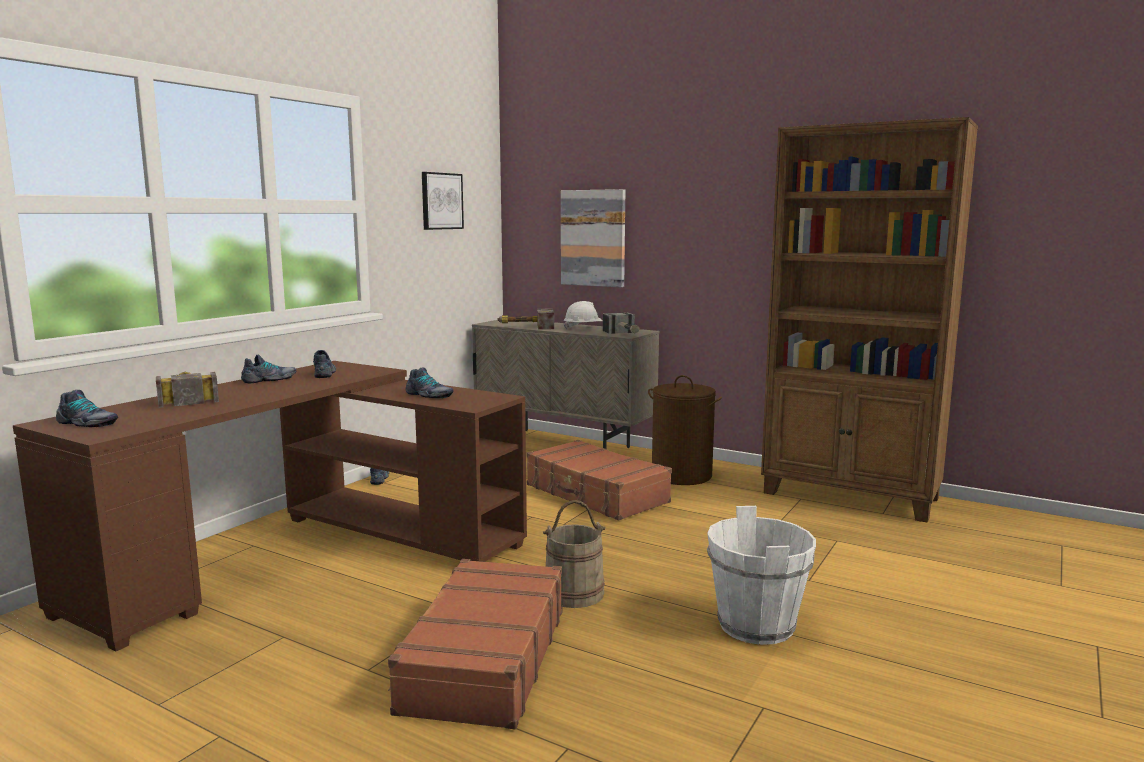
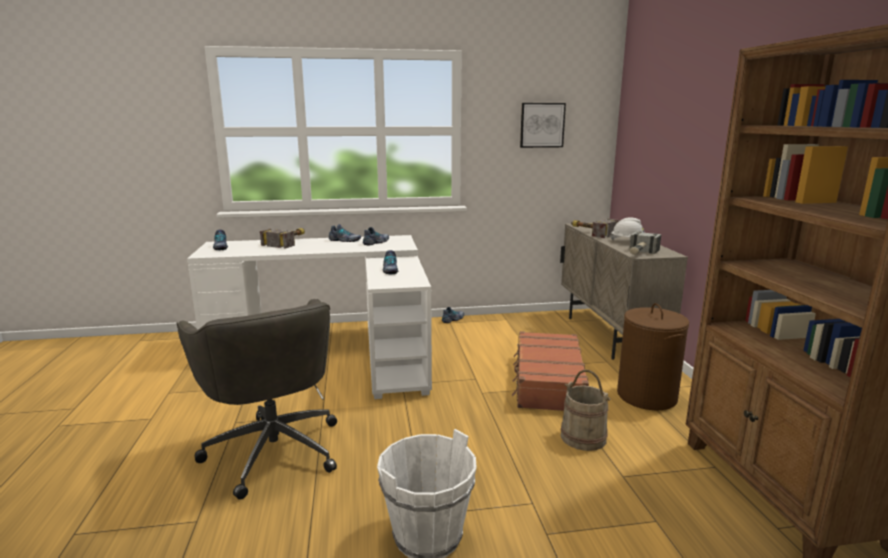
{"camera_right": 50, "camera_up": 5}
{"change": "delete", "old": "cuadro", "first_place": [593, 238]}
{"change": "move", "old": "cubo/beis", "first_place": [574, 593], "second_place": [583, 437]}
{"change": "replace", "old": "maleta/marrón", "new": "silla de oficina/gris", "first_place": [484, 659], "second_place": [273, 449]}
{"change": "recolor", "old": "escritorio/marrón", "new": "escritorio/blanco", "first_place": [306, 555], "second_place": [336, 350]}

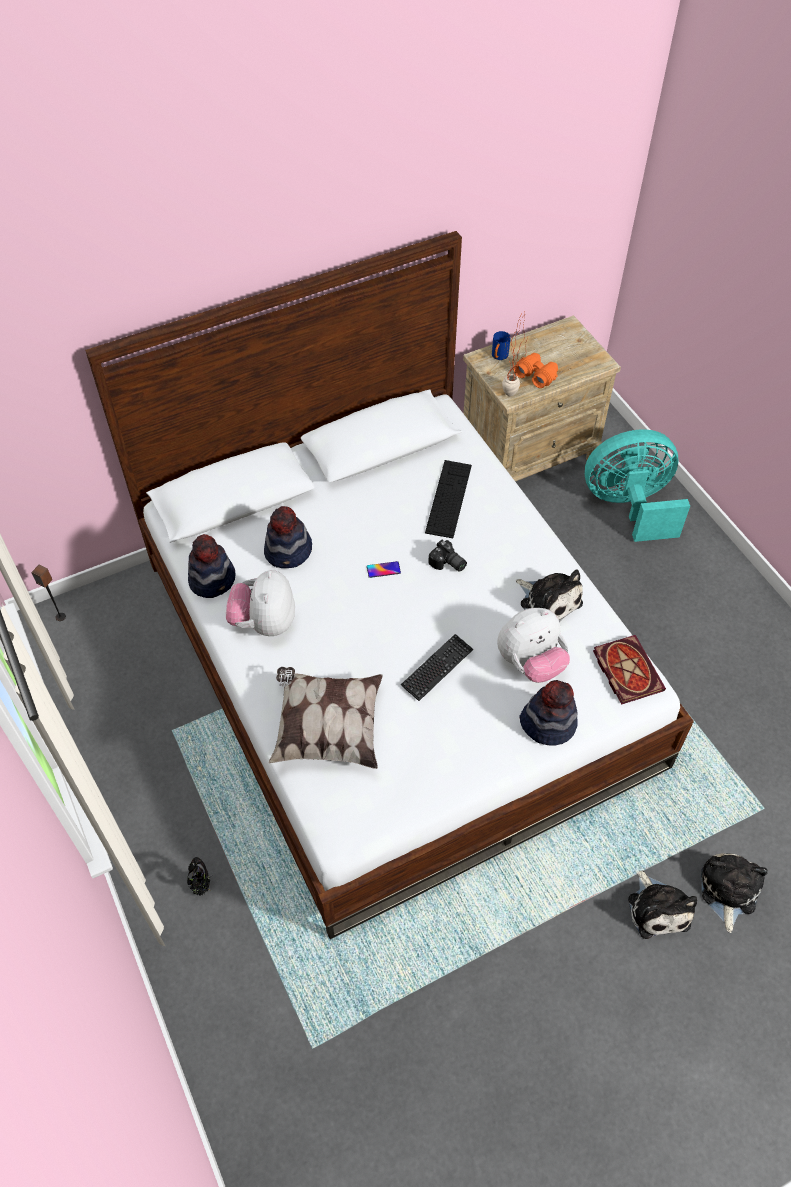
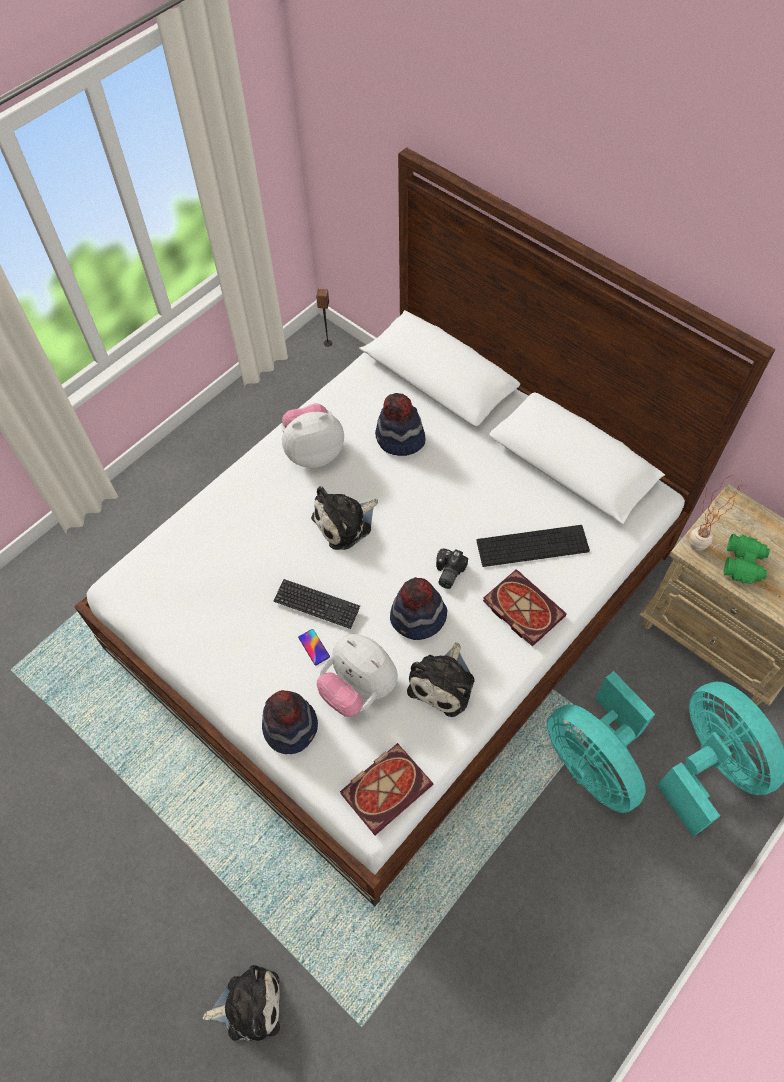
{"camera_right": 70, "camera_up": 5}
{"change": "delete", "old": "planta en maceta", "first_place": [202, 888]}
{"change": "delete", "old": "cojín", "first_place": [327, 728]}
{"change": "delete", "old": "taza grande/azul", "first_place": [498, 357]}
{"change": "insert", "new": "libro", "second_place": [521, 608]}
{"change": "insert", "new": "ventilador/turquesa", "second_place": [592, 762]}
{"change": "move", "old": "sombrero", "first_place": [213, 579], "second_place": [418, 618]}
{"change": "move", "old": "móvil", "first_place": [383, 569], "second_place": [314, 647]}
{"change": "move", "old": "peluche", "first_place": [657, 908], "second_place": [345, 522]}
{"change": "recolor", "old": "prismáticos/naranja", "new": "prismáticos/verde", "first_place": [536, 375], "second_place": [744, 563]}

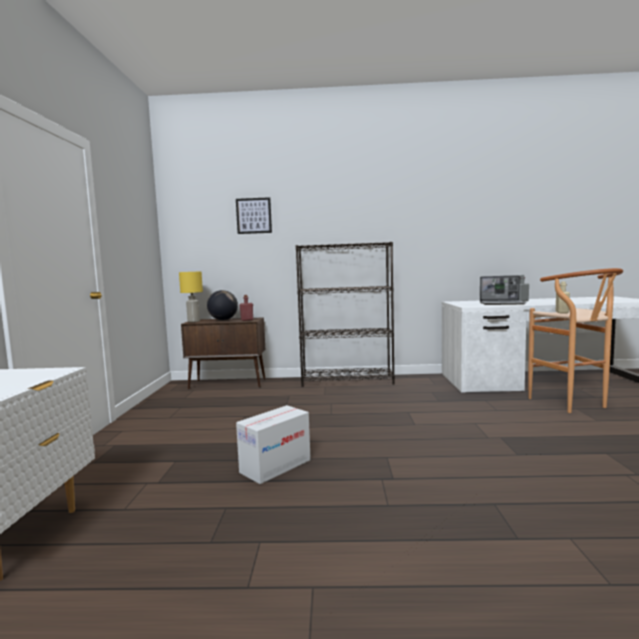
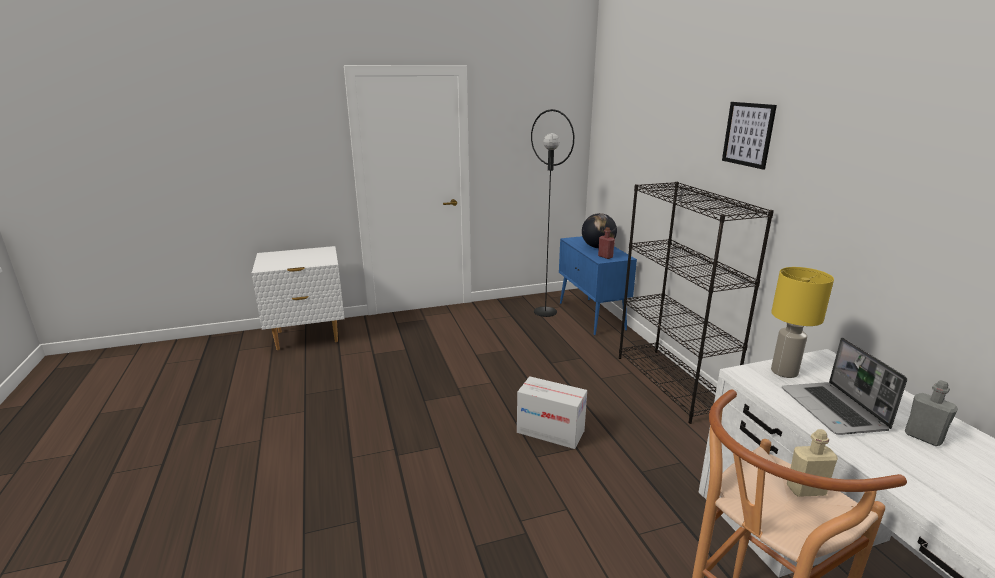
{"camera_right": 70, "camera_up": 15}
{"change": "insert", "new": "lámpara de pie/negro", "second_place": [545, 312]}
{"change": "move", "old": "lámpara de mesa/amarillo", "first_place": [194, 321], "second_place": [784, 372]}
{"change": "move", "old": "cuadro", "first_place": [254, 215], "second_place": [748, 134]}
{"change": "move", "old": "caja de cartón", "first_place": [275, 466], "second_place": [550, 432]}
{"change": "recolor", "old": "armario/marrón", "new": "armario/azul", "first_place": [228, 384], "second_place": [592, 316]}

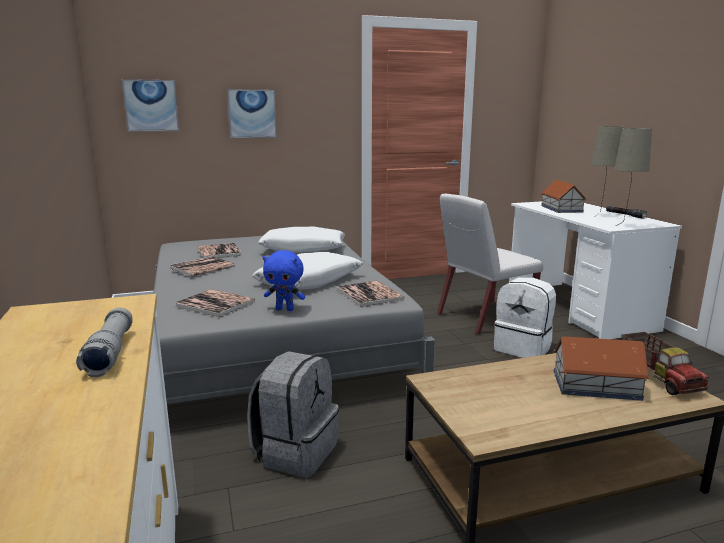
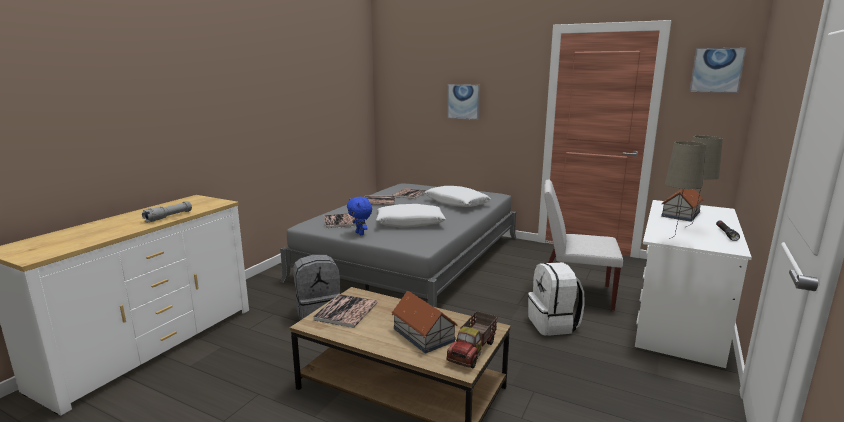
{"camera_right": 45, "camera_up": 0}
{"change": "move", "old": "cuadro", "first_place": [151, 105], "second_place": [716, 70]}
{"change": "move", "old": "libro", "first_place": [369, 295], "second_place": [346, 311]}

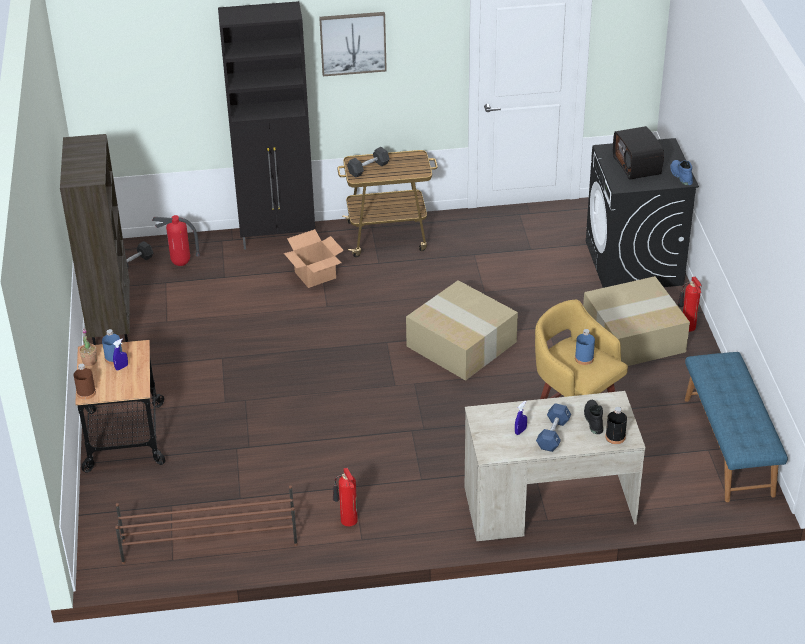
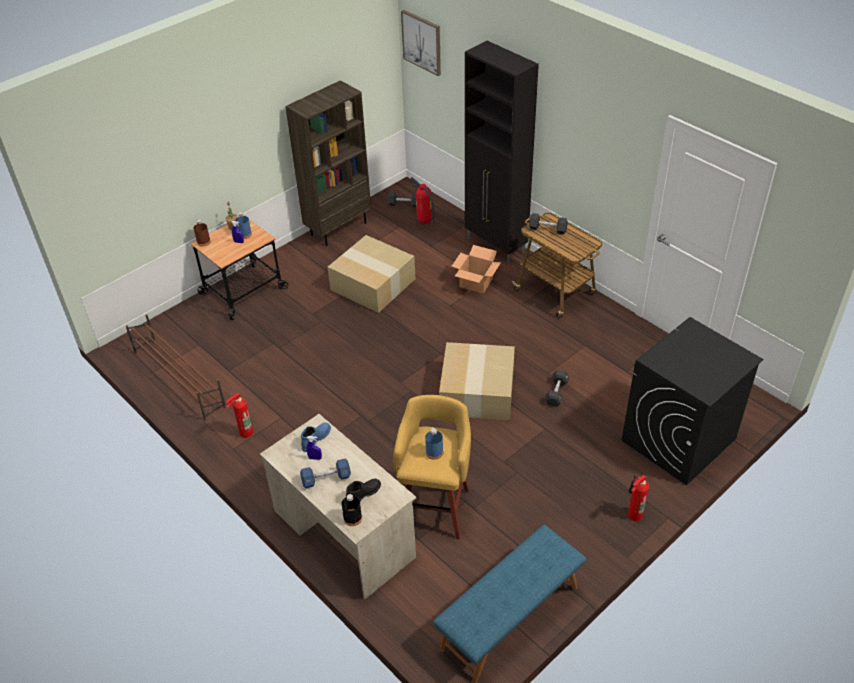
{"camera_right": 55, "camera_up": 5}
{"change": "delete", "old": "radio", "first_place": [638, 165]}
{"change": "insert", "new": "mancuerna/negro", "second_place": [556, 393]}
{"change": "move", "old": "cuadro", "first_place": [353, 43], "second_place": [422, 42]}
{"change": "move", "old": "caja de cartón", "first_place": [632, 337], "second_place": [371, 284]}
{"change": "move", "old": "bota/azul", "first_place": [680, 175], "second_place": [316, 438]}

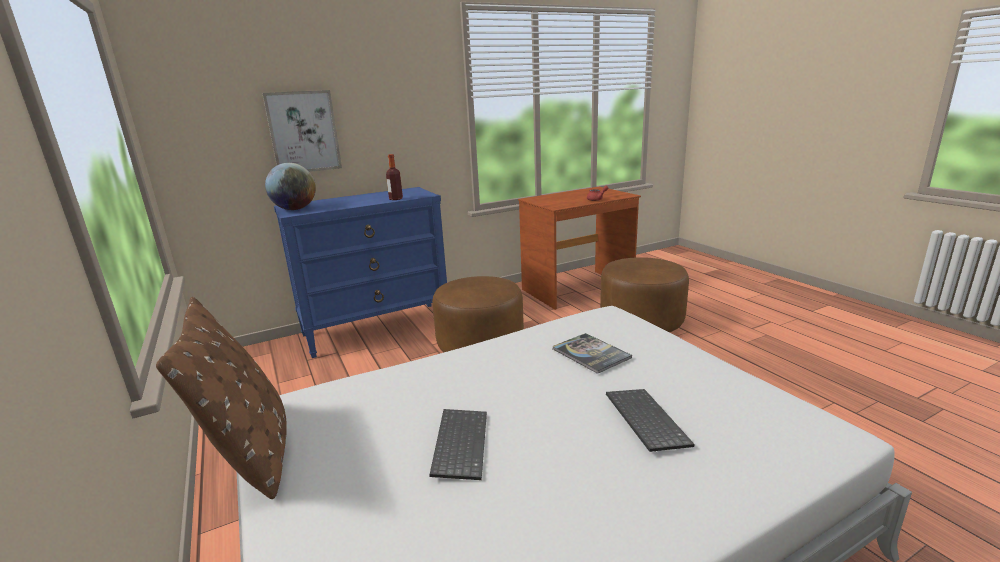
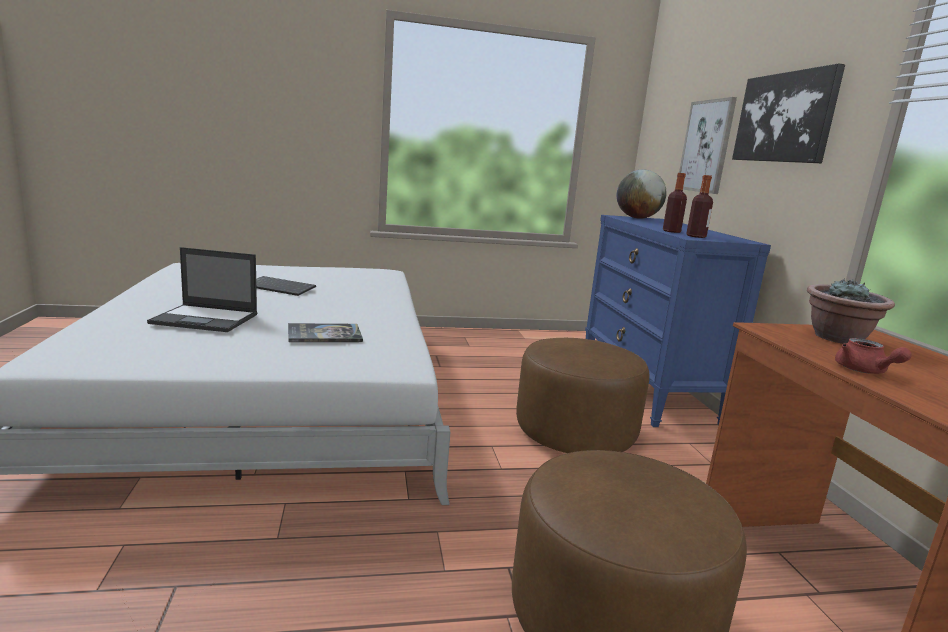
{"camera_right": 105, "camera_up": -5}
{"change": "delete", "old": "cojín/marrón", "first_place": [252, 452]}
{"change": "insert", "new": "botella", "second_place": [696, 236]}
{"change": "insert", "new": "cuadro", "second_place": [785, 118]}
{"change": "insert", "new": "planta en maceta", "second_place": [838, 338]}
{"change": "replace", "old": "teclado", "new": "portátil", "first_place": [644, 420], "second_place": [206, 319]}

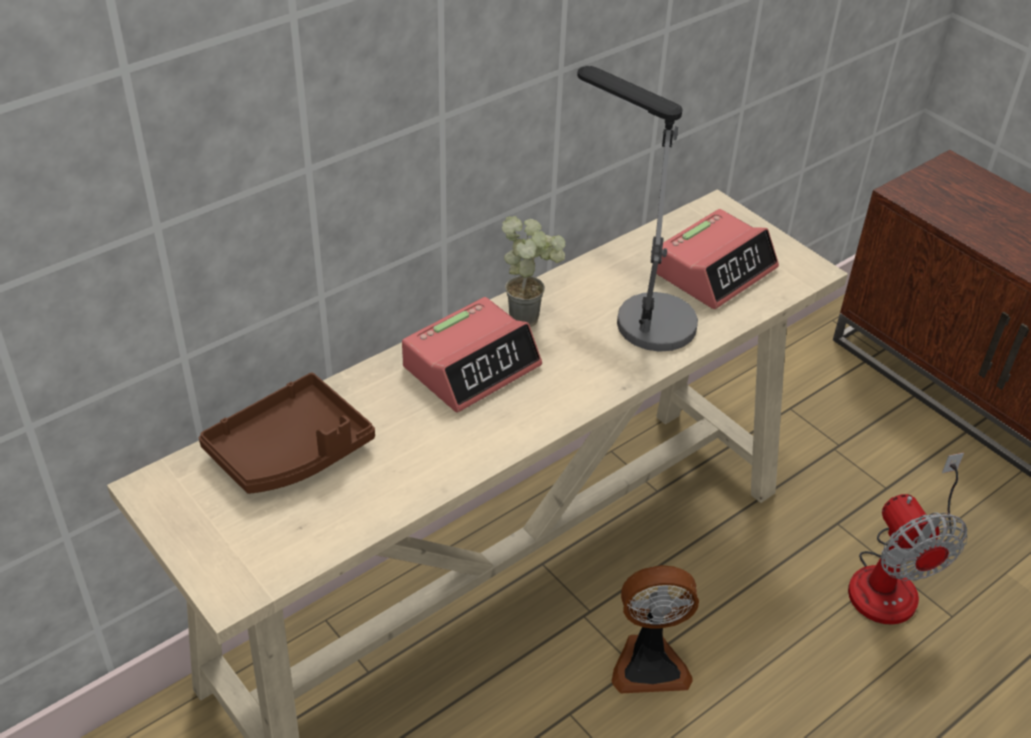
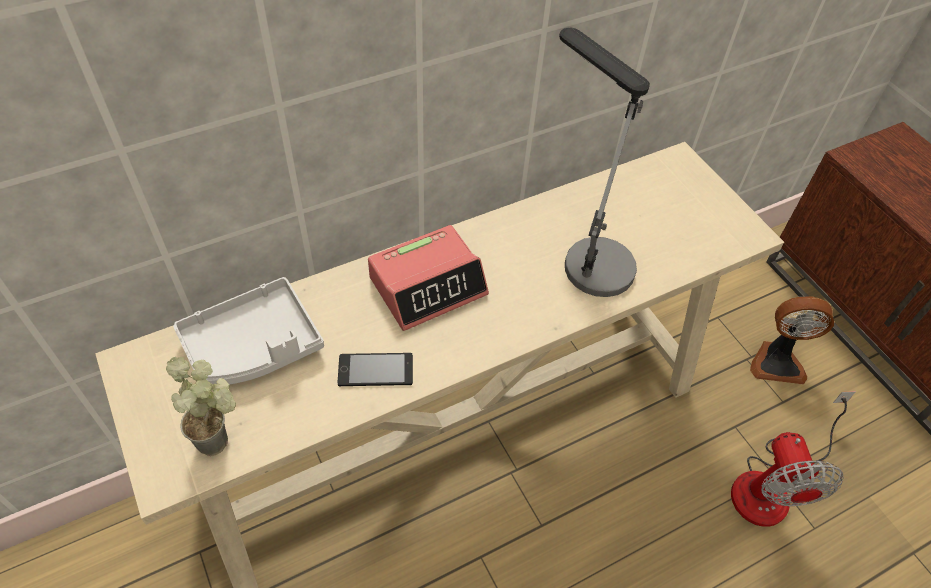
{"camera_right": 10, "camera_up": 10}
{"change": "delete", "old": "despertador", "first_place": [715, 270]}
{"change": "insert", "new": "móvil", "second_place": [375, 370]}
{"change": "move", "old": "planta en maceta", "first_place": [531, 315], "second_place": [222, 438]}
{"change": "move", "old": "ventilador", "first_place": [649, 663], "second_place": [777, 362]}
{"change": "recolor", "old": "bandeja/marrón", "new": "bandeja/gris", "first_place": [291, 451], "second_place": [253, 346]}

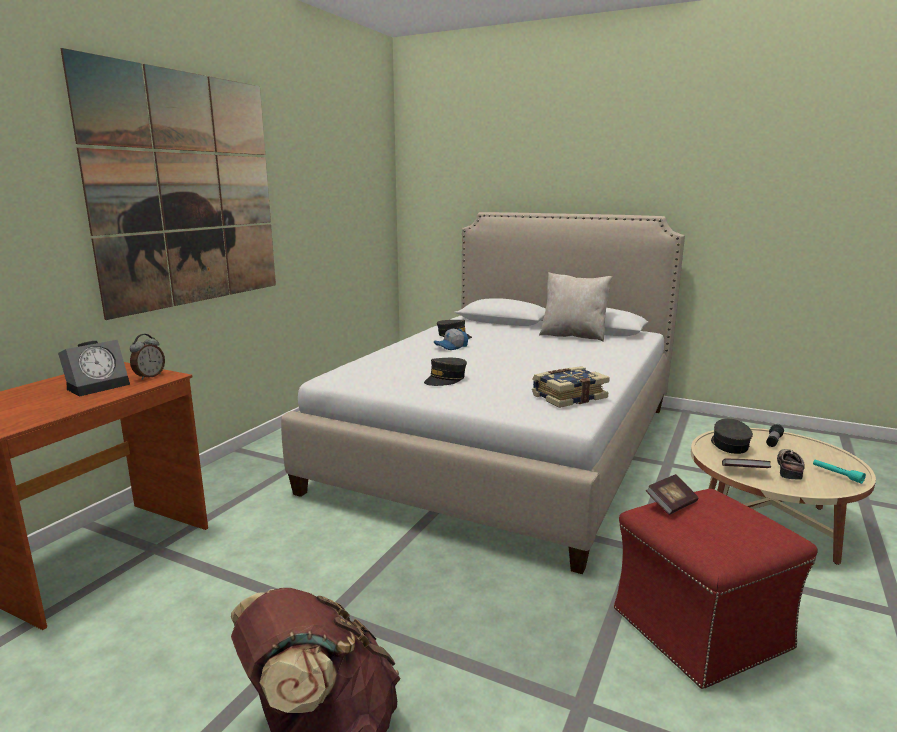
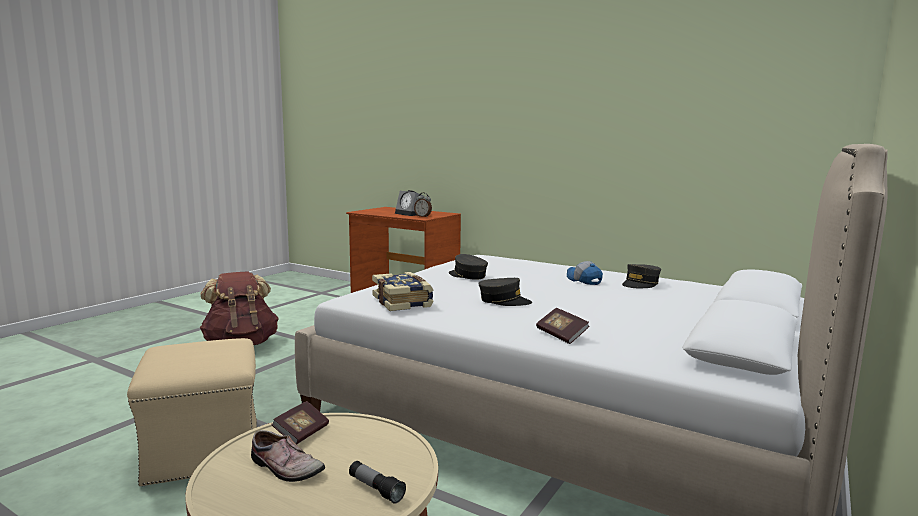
{"camera_right": 95, "camera_up": -5}
{"change": "delete", "old": "cuadro", "first_place": [188, 191]}
{"change": "delete", "old": "cojín/beis", "first_place": [573, 336]}
{"change": "delete", "old": "linterna/turquesa", "first_place": [837, 474]}
{"change": "move", "old": "libro", "first_place": [671, 504], "second_place": [561, 335]}
{"change": "move", "old": "gorra/gris", "first_place": [729, 444], "second_place": [504, 301]}
{"change": "recolor", "old": "puf/rojo", "new": "puf/beis", "first_place": [699, 629], "second_place": [203, 450]}

